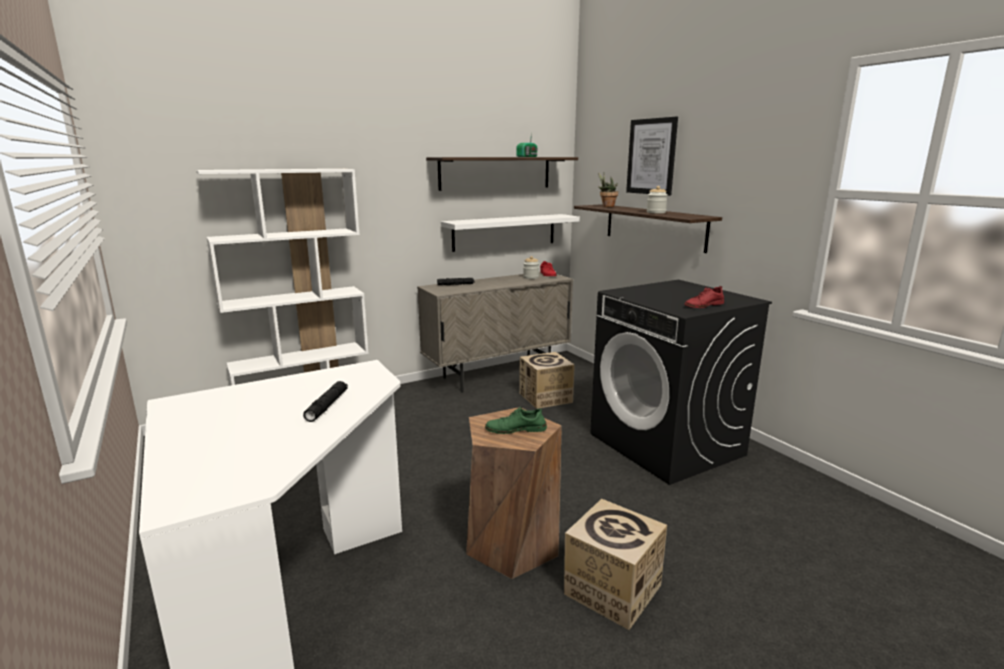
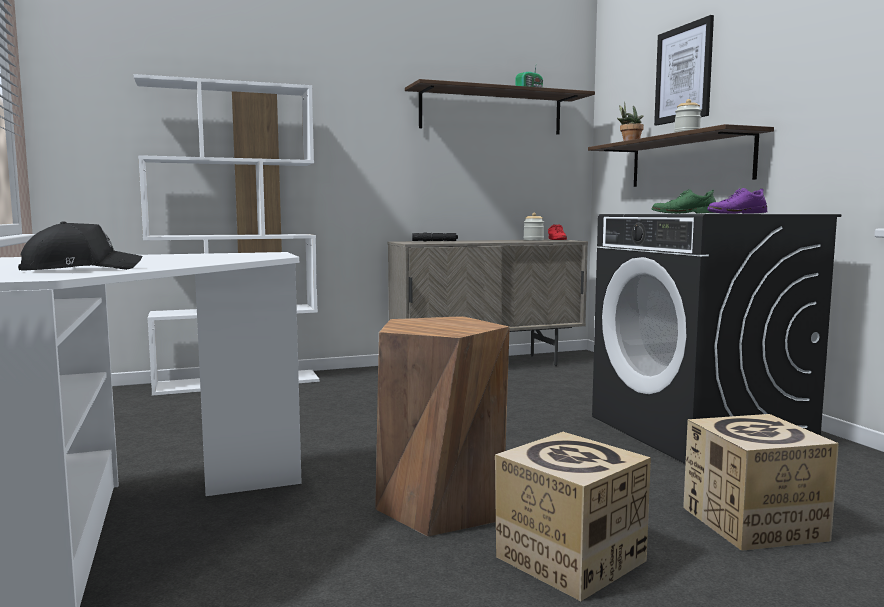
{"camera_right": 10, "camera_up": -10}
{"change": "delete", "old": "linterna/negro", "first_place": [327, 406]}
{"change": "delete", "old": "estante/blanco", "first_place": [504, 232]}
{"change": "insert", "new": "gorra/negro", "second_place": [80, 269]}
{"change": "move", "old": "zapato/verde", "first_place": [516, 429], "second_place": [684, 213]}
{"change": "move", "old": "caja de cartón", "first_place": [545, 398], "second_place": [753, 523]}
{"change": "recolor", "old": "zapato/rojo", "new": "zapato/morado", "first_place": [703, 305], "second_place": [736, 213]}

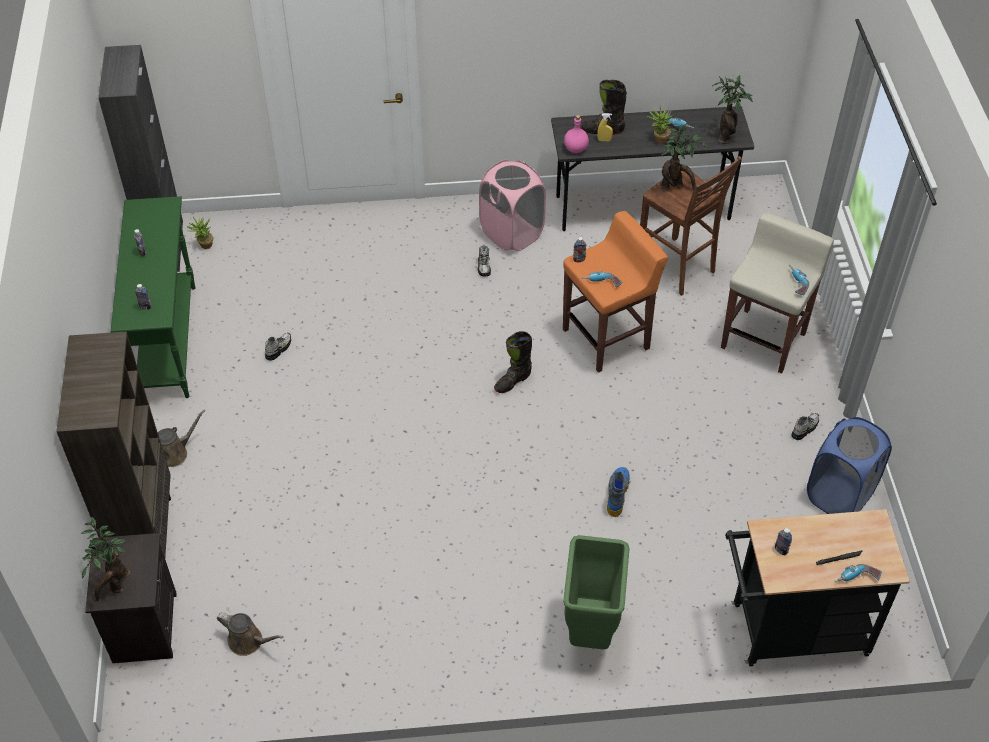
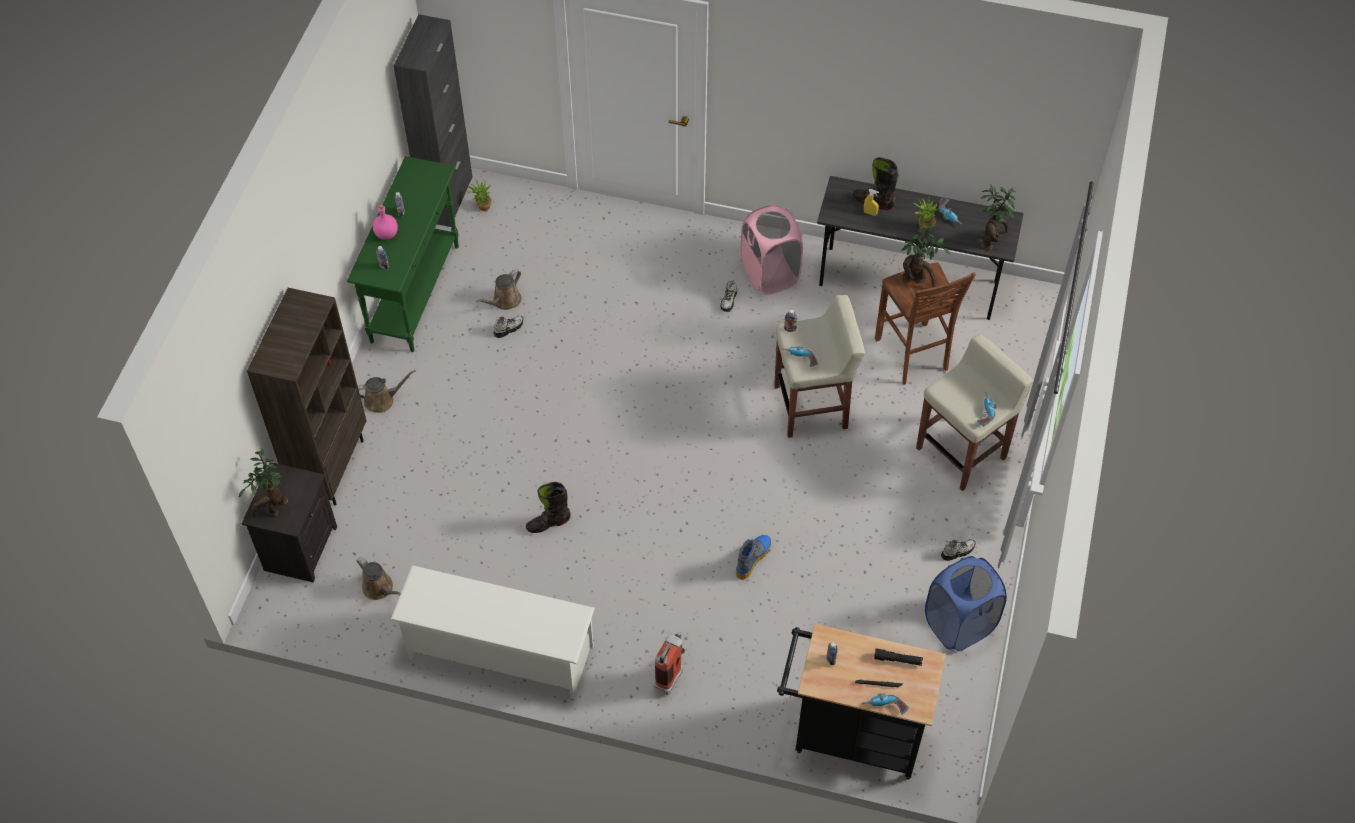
{"camera_right": 20, "camera_up": 5}
{"change": "insert", "new": "zapatero/blanco", "second_place": [499, 652]}
{"change": "insert", "new": "regadera/marrón", "second_place": [504, 301]}
{"change": "insert", "new": "linterna/negro", "second_place": [898, 660]}
{"change": "move", "old": "bota/negro", "first_place": [512, 381], "second_place": [548, 523]}
{"change": "move", "old": "botella/rosa", "first_place": [576, 149], "second_place": [387, 234]}
{"change": "replace", "old": "papelera/verde", "new": "extintor", "first_place": [590, 631], "second_place": [671, 675]}
{"change": "recolor", "old": "taburete/naranja", "new": "taburete/beis", "first_place": [607, 339], "second_place": [812, 407]}

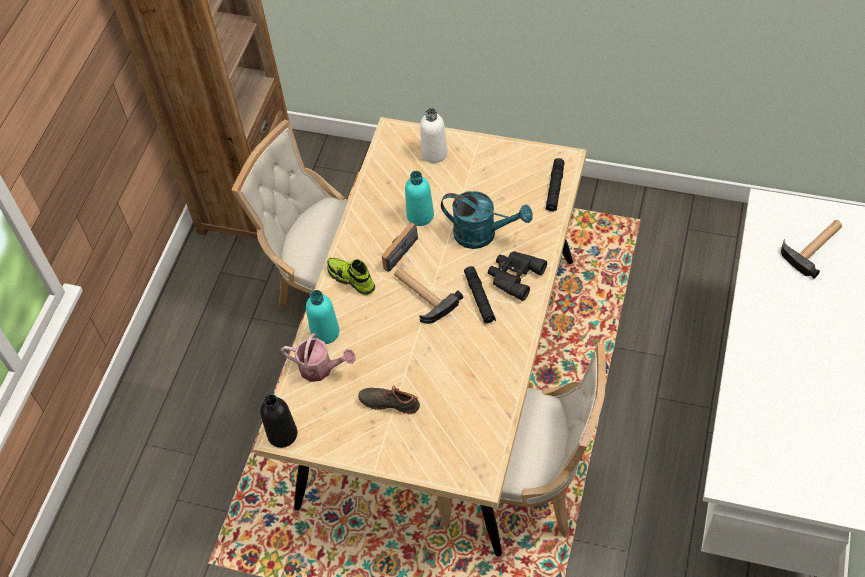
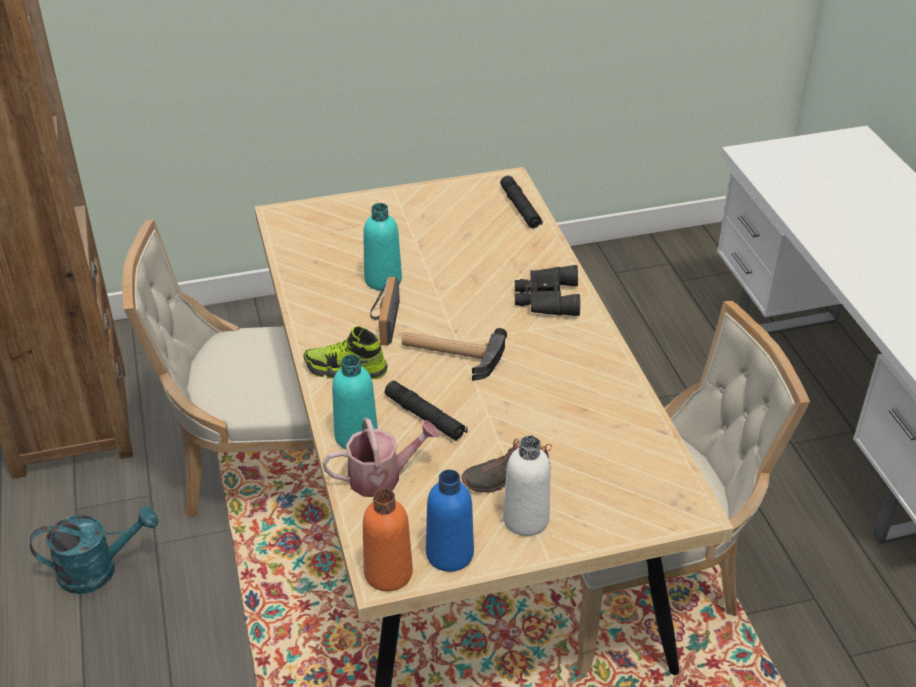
{"camera_right": -35, "camera_up": -15}
{"change": "delete", "old": "martillo", "first_place": [814, 246]}
{"change": "insert", "new": "botella/azul", "second_place": [449, 554]}
{"change": "move", "old": "botella/blanco", "first_place": [434, 153], "second_place": [525, 519]}
{"change": "move", "old": "regadera/turquesa", "first_place": [482, 234], "second_place": [98, 570]}
{"change": "move", "old": "linterna/negro", "first_place": [479, 298], "second_place": [425, 417]}
{"change": "recolor", "old": "botella/negro", "new": "botella/naranja", "first_place": [282, 434], "second_place": [388, 573]}

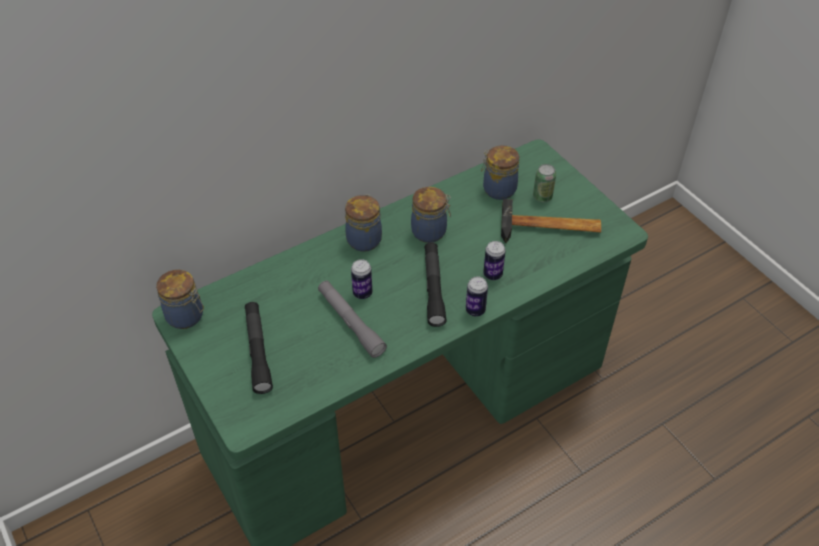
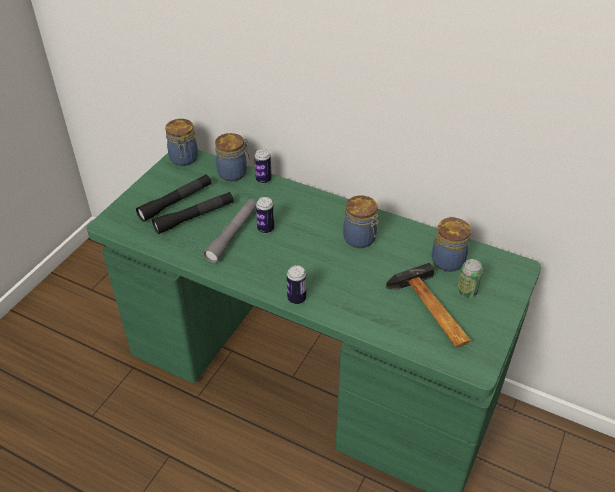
{"camera_right": 60, "camera_up": -5}
{"change": "move", "old": "tarro", "first_place": [364, 239], "second_place": [234, 173]}
{"change": "move", "old": "linterna/negro", "first_place": [433, 288], "second_place": [194, 217]}
{"change": "move", "old": "lata", "first_place": [492, 274], "second_place": [263, 180]}

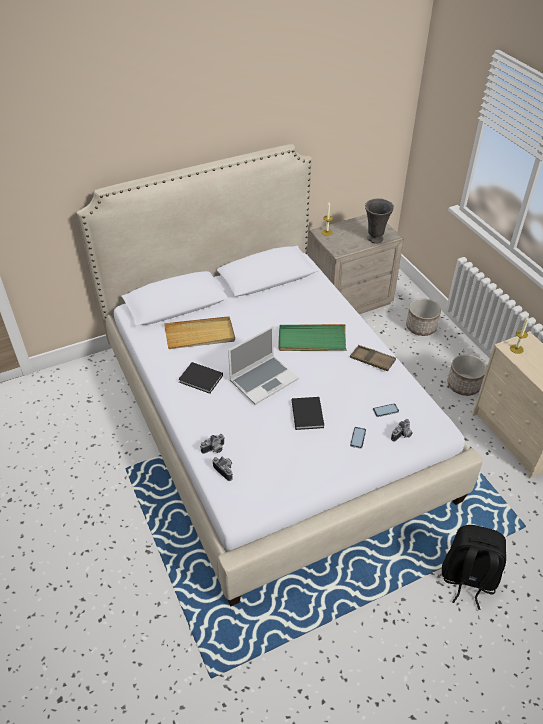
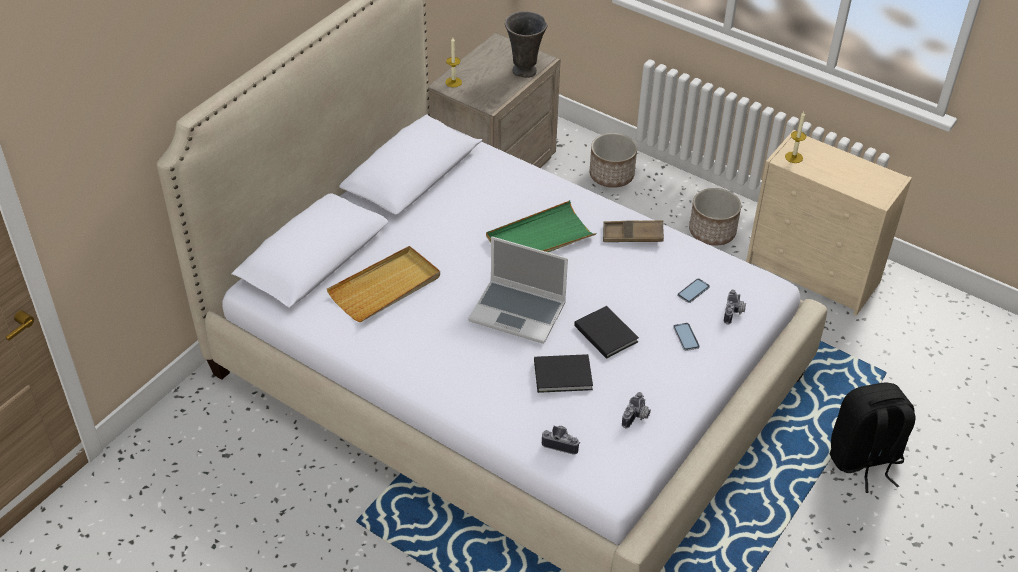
{"camera_right": -30, "camera_up": 0}
{"change": "move", "old": "libro/negro", "first_place": [201, 379], "second_place": [564, 376]}
{"change": "move", "old": "cámara", "first_place": [214, 450], "second_place": [637, 417]}
{"change": "rotate", "old": "portátil", "first_place": [263, 379], "second_place": [519, 312], "degrees": 90}

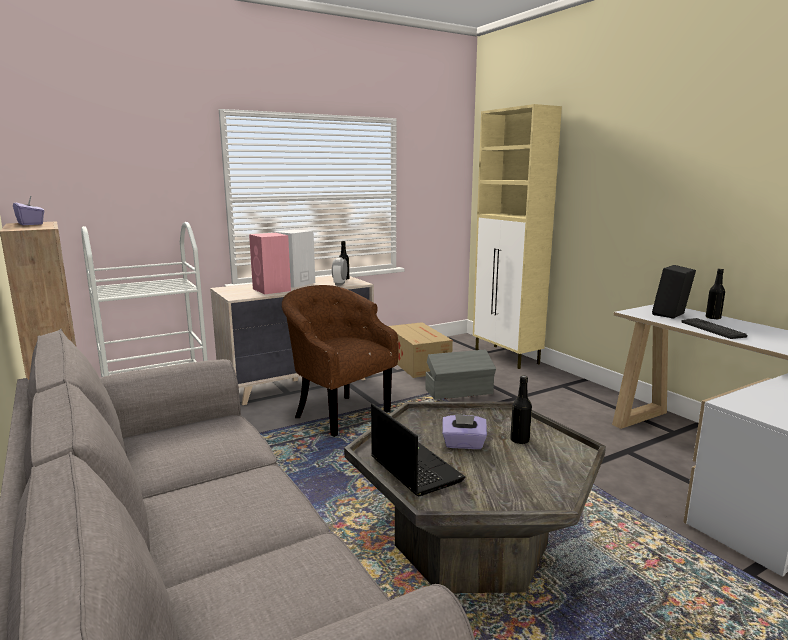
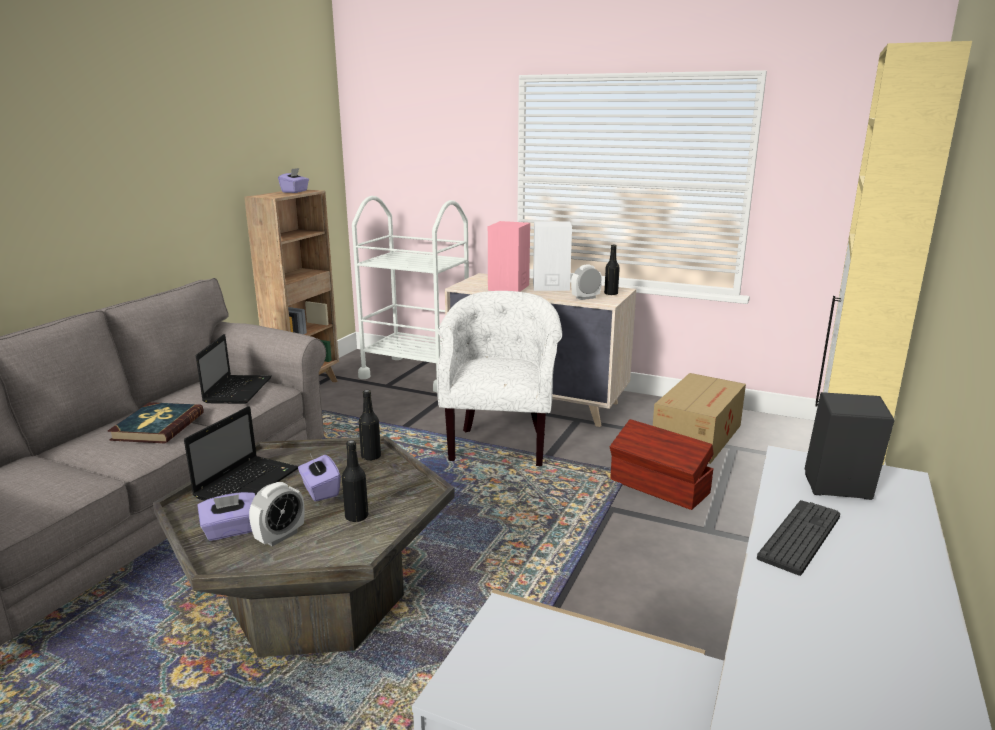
{"camera_right": 55, "camera_up": 5}
{"change": "insert", "new": "libro", "second_place": [157, 426]}
{"change": "insert", "new": "portátil", "second_place": [238, 390]}
{"change": "insert", "new": "caja de pañuelos/morado", "second_place": [231, 530]}
{"change": "insert", "new": "despertador", "second_place": [280, 536]}
{"change": "move", "old": "botella/negro", "first_place": [713, 318], "second_place": [371, 456]}
{"change": "recolor", "old": "sillón/marrón", "new": "sillón/blanco", "first_place": [338, 413], "second_place": [500, 444]}
{"change": "recolor", "old": "caja de almacenaje/gris", "new": "caja de almacenaje/marrón", "first_place": [460, 392], "second_place": [659, 487]}

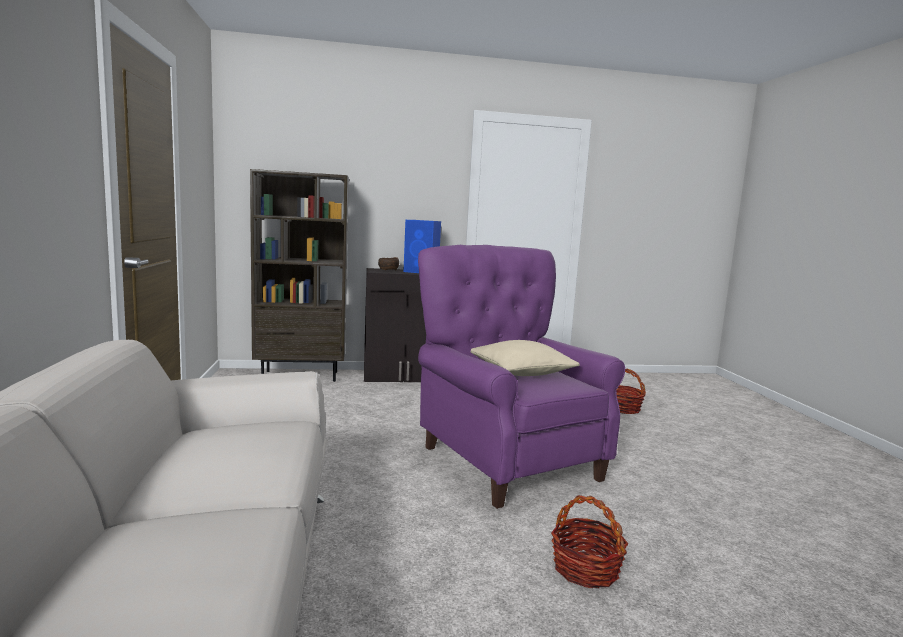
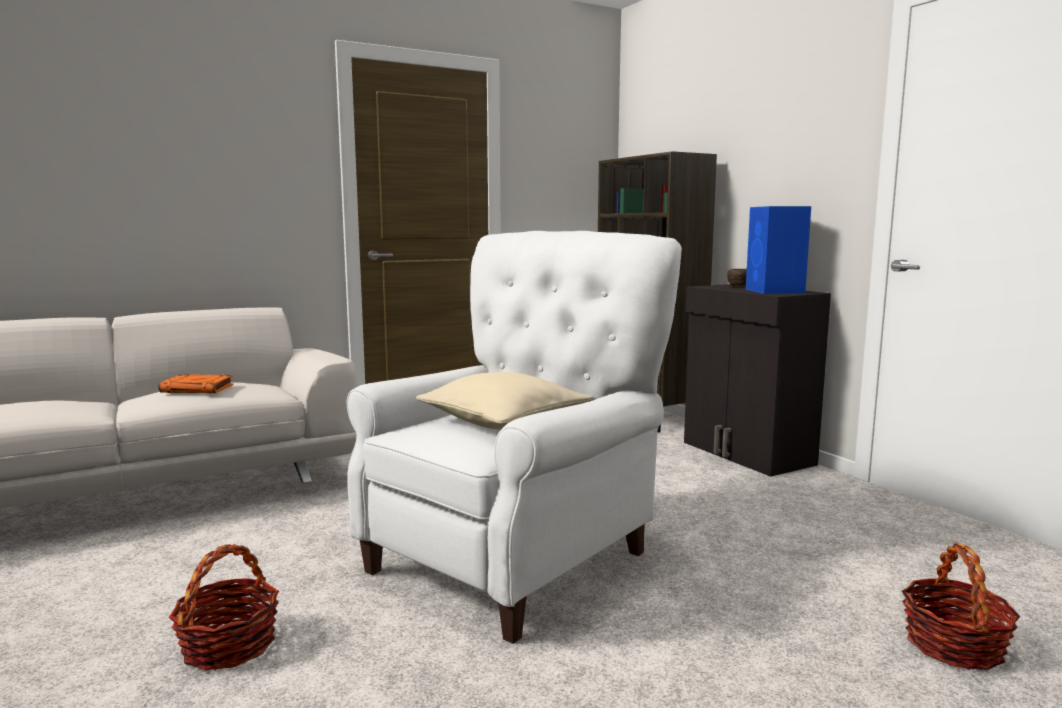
{"camera_right": 70, "camera_up": 0}
{"change": "insert", "new": "libro/naranja", "second_place": [198, 389]}
{"change": "recolor", "old": "sillón/morado", "new": "sillón/blanco", "first_place": [504, 460], "second_place": [518, 558]}

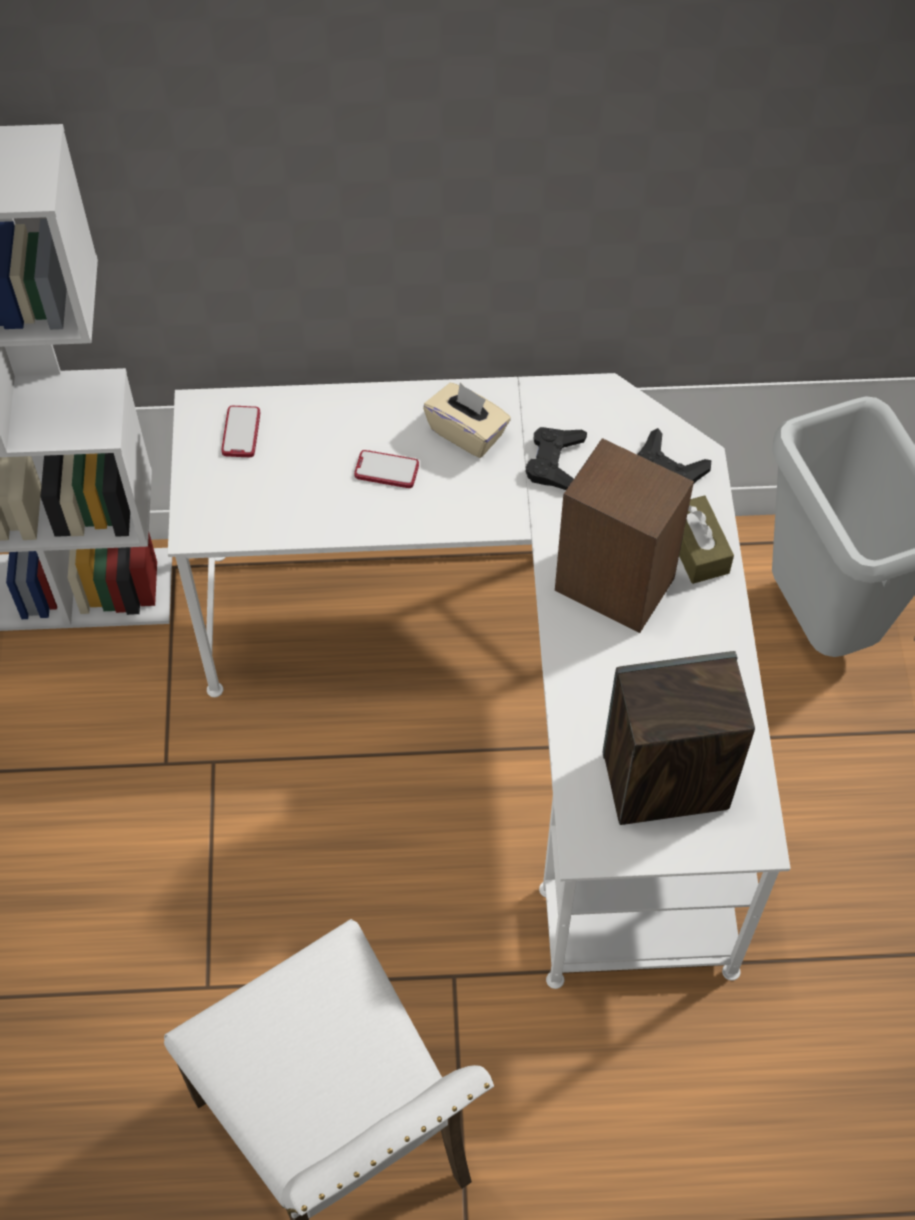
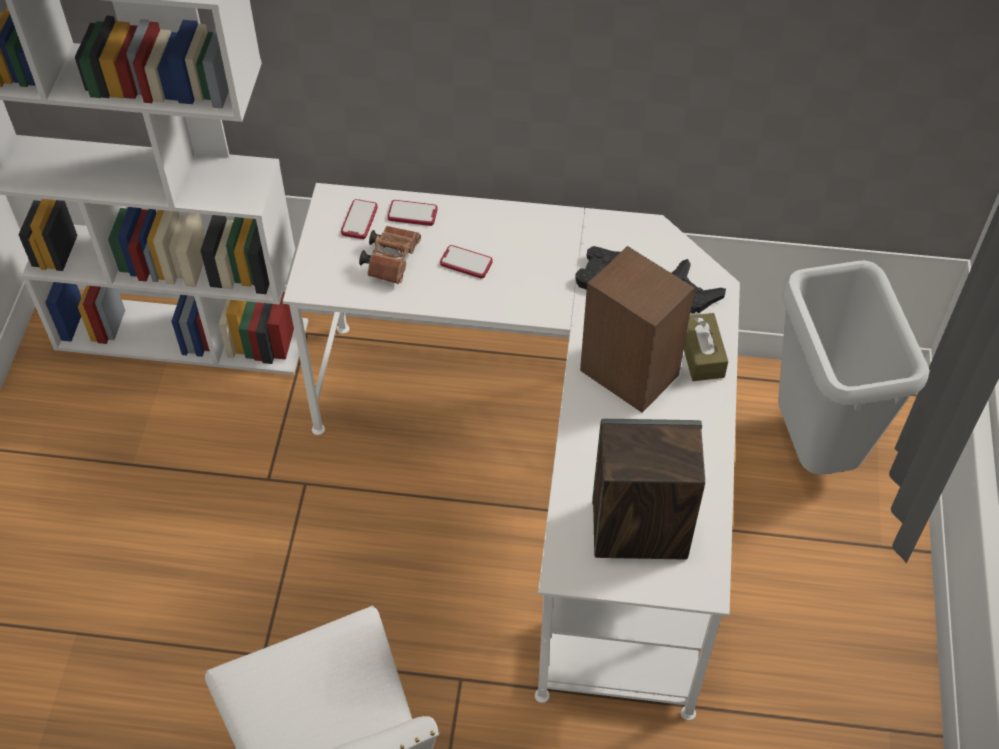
{"camera_right": 10, "camera_up": -5}
{"change": "delete", "old": "caja de pañuelos/beis", "first_place": [467, 432]}
{"change": "insert", "new": "prismáticos/marrón", "second_place": [392, 260]}
{"change": "insert", "new": "móvil", "second_place": [412, 214]}

